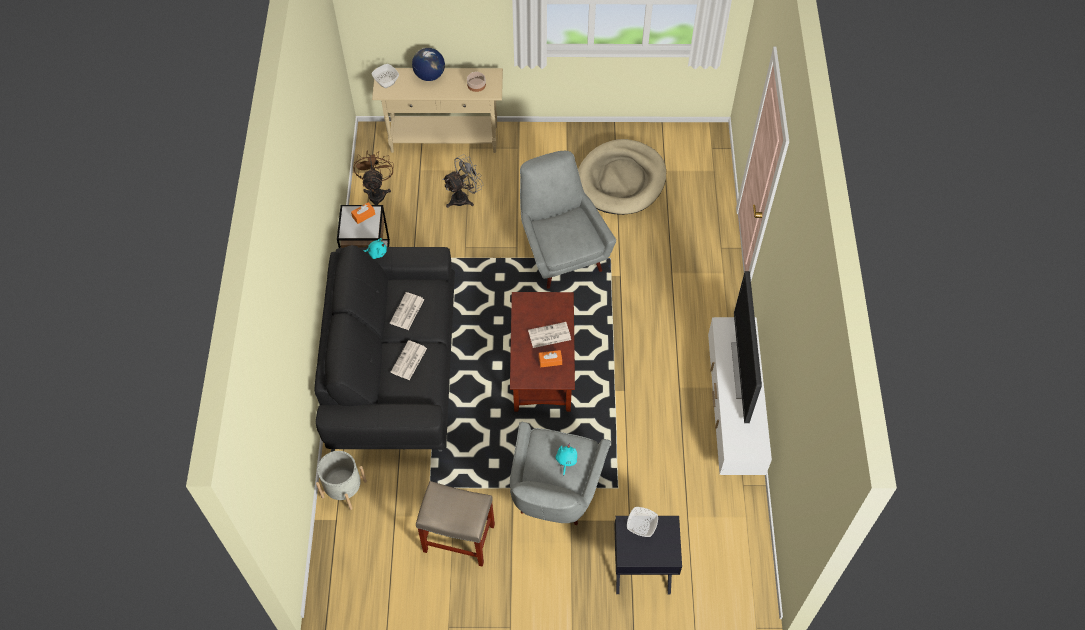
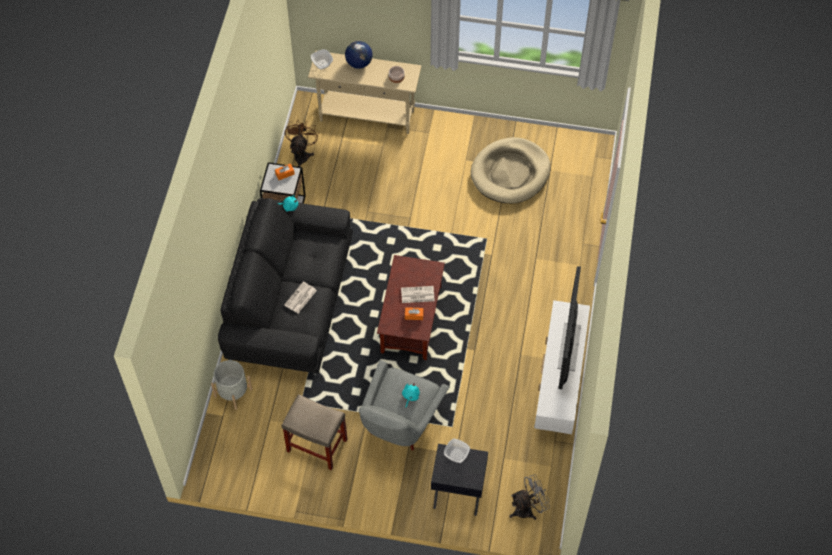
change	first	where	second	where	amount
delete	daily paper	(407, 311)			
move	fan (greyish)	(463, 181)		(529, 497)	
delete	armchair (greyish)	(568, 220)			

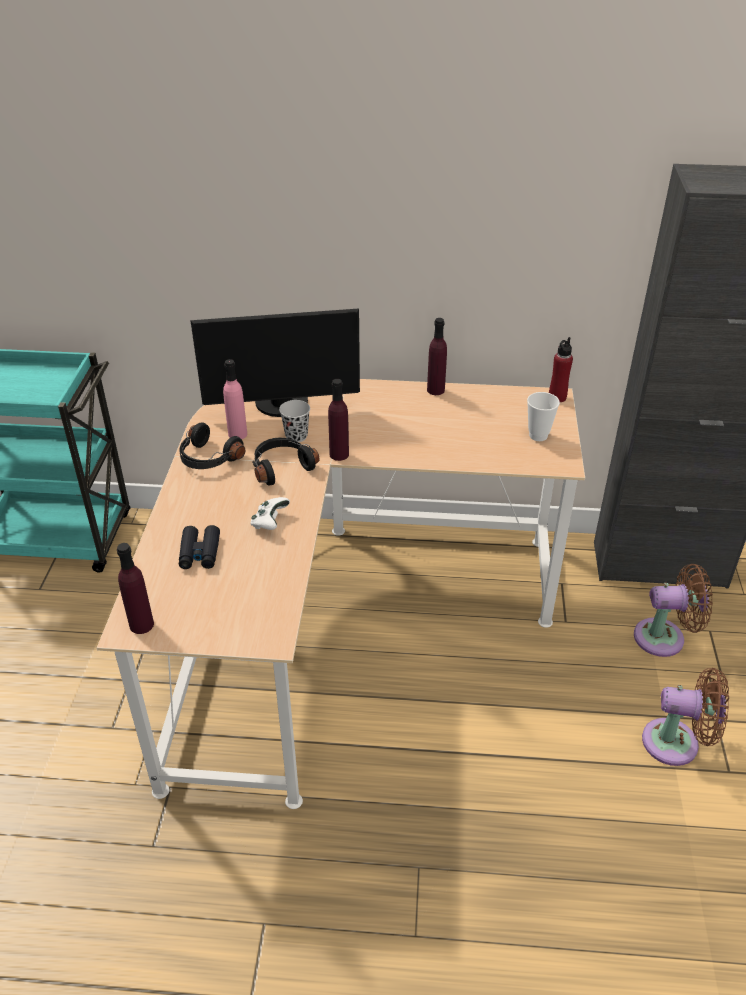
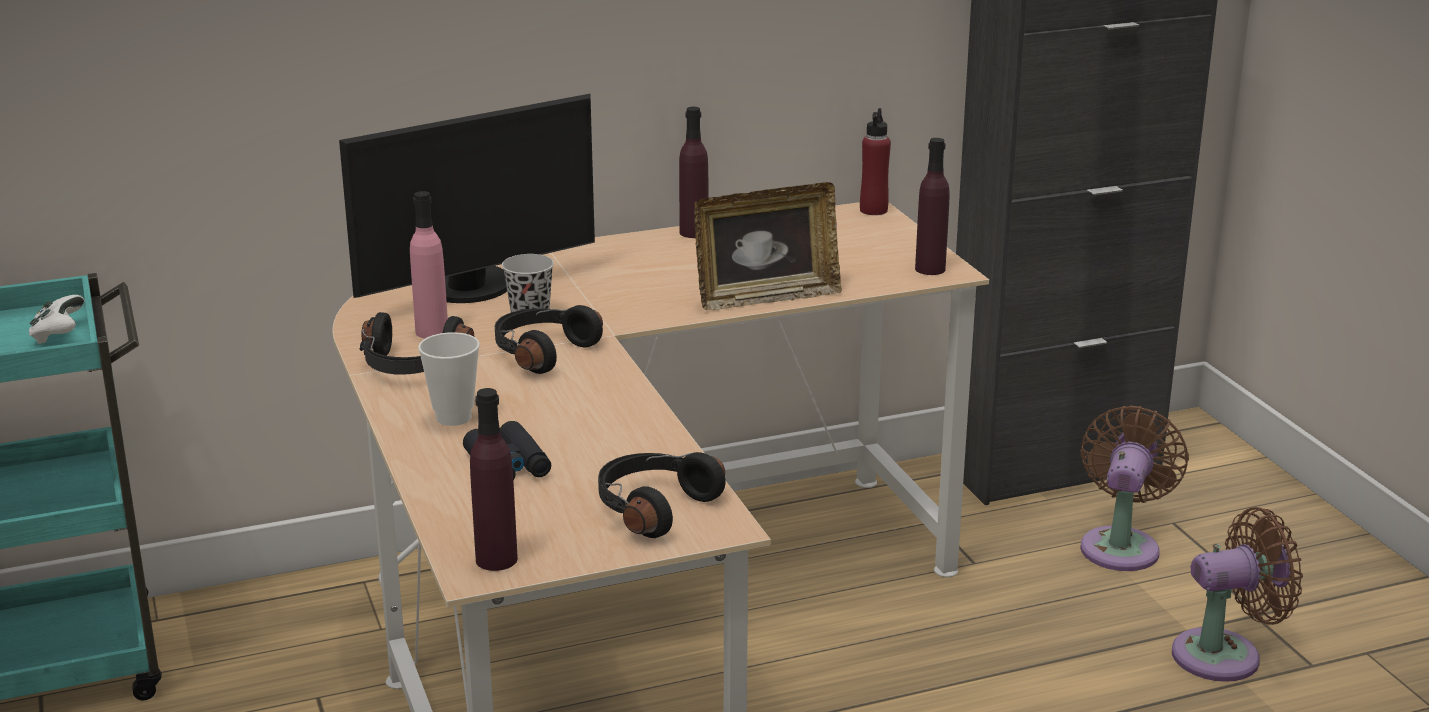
change	first	where	second	where	amount
move	gamepad (white)	(270, 513)		(56, 319)	
move	bottle (purple)	(338, 420)		(932, 206)	
move	drinking cup	(543, 416)		(449, 379)	
rotate	fan (brown)	(673, 610)		(1134, 488)	45 degrees counterclockwise
insert			pair of headphones (black)	(661, 495)	
insert			picture frame	(768, 246)	

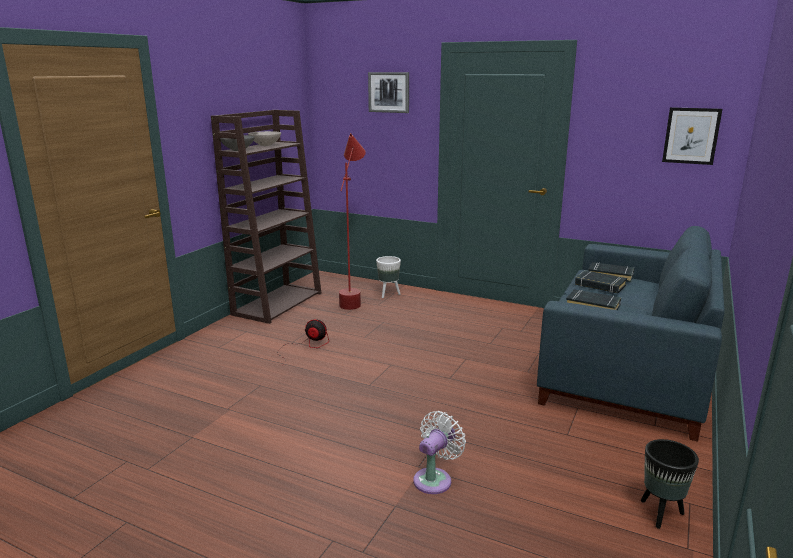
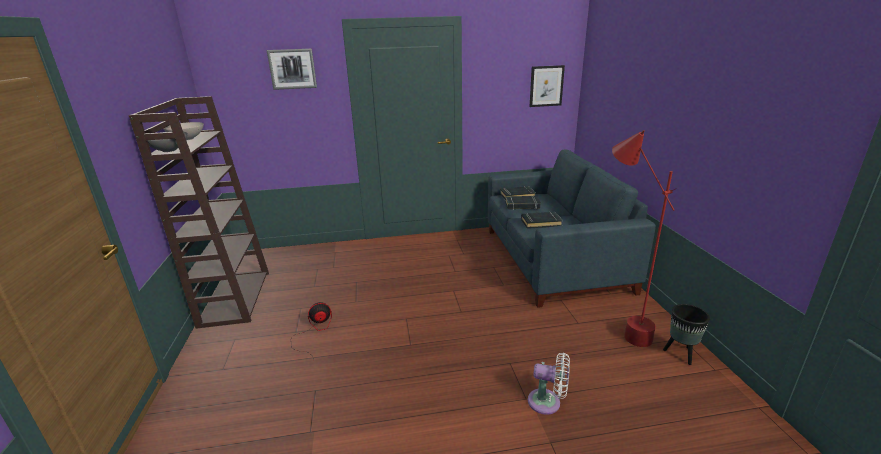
change	first	where	second	where	amount
move	floor lamp (red)	(352, 221)		(644, 238)	
delete	plant pot (white)	(388, 277)			
rotate	fan (white)	(439, 452)		(549, 384)	105 degrees clockwise

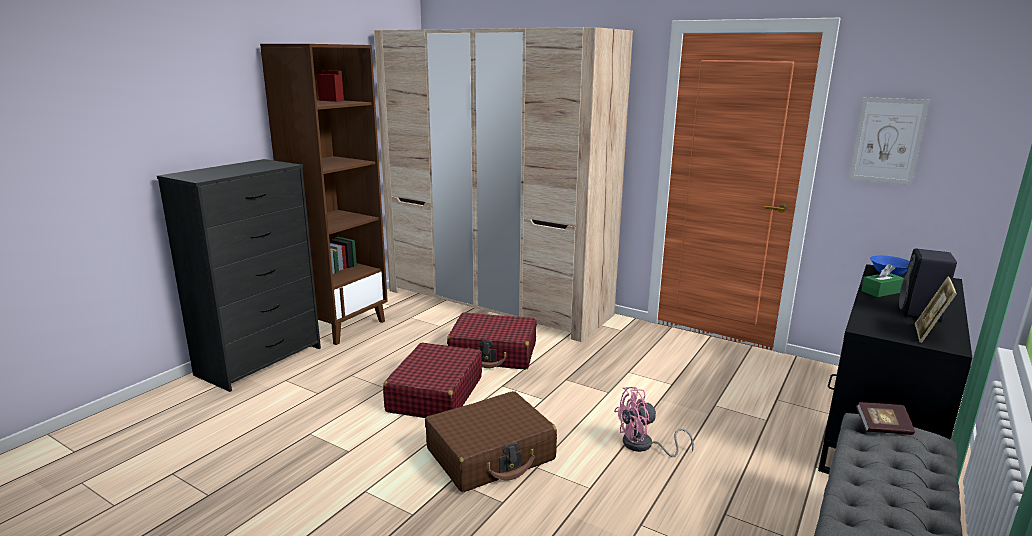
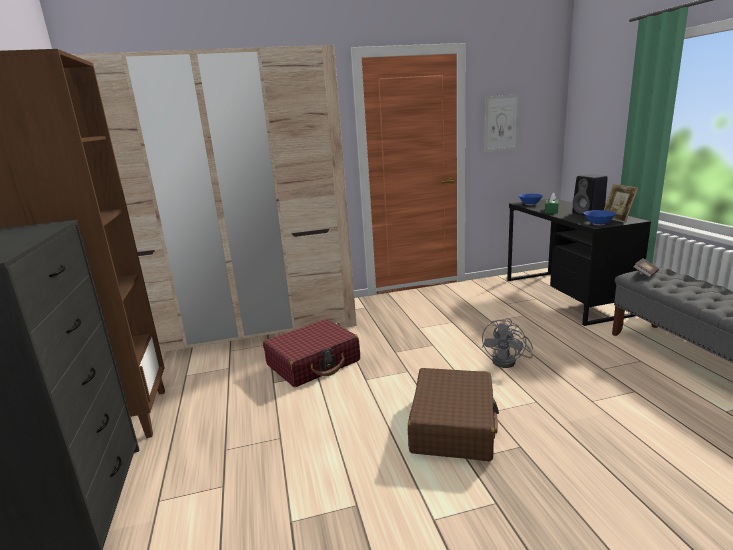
change	first	where	second	where	amount
delete	travel case (red)	(432, 380)			
recolor	fan (pinkish)	(654, 422)	fan (greyish)	(507, 343)	
insert			bowl (blue)	(599, 217)	

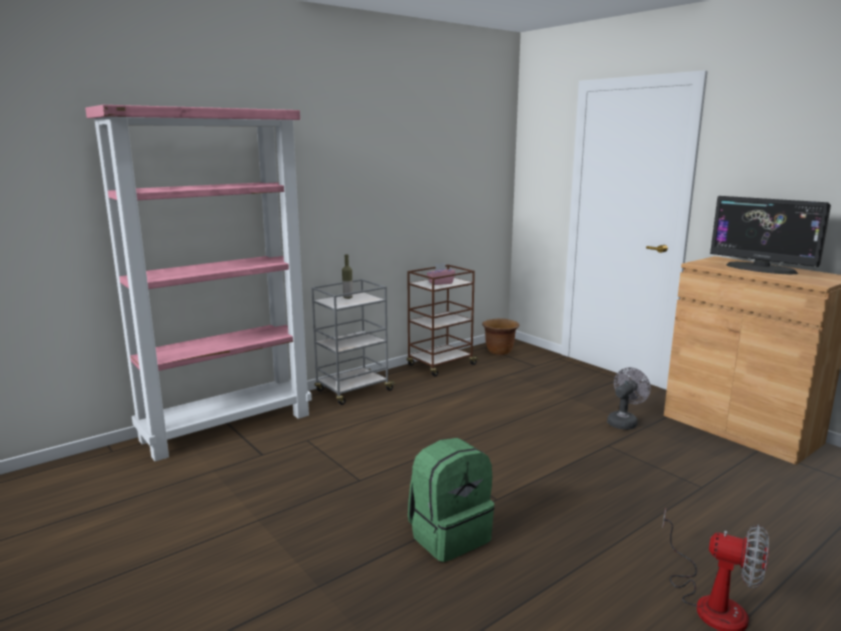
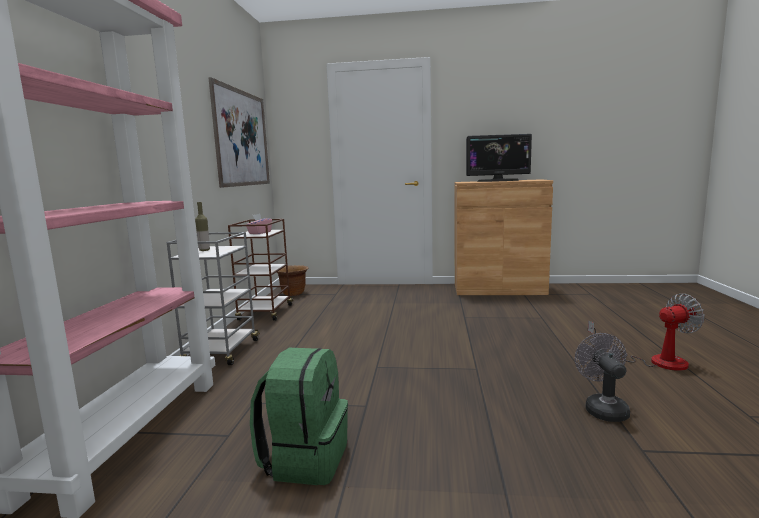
change	first	where	second	where	amount
move	backpack (green-coloured)	(451, 500)		(299, 416)	
move	fan (greyish)	(629, 398)		(602, 377)	
insert			wall picture	(239, 132)	

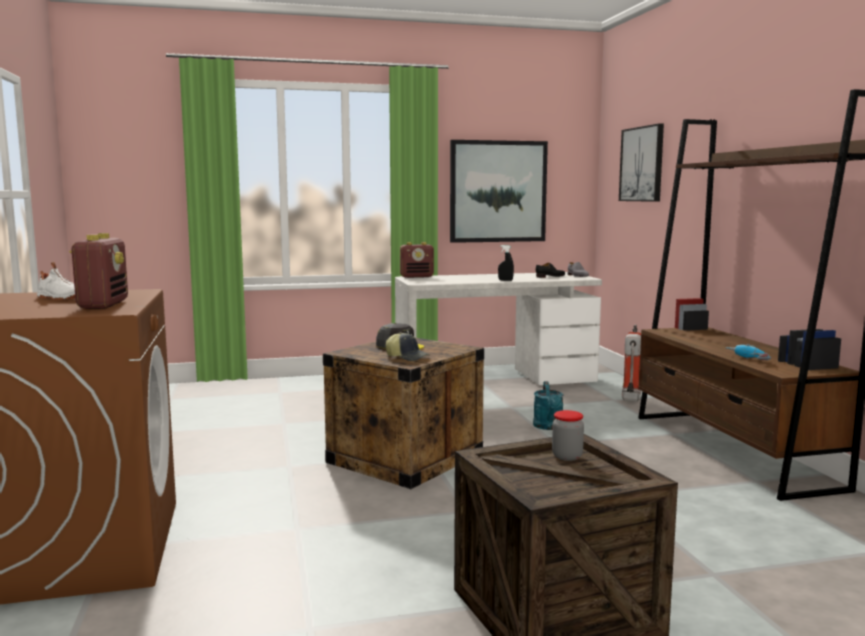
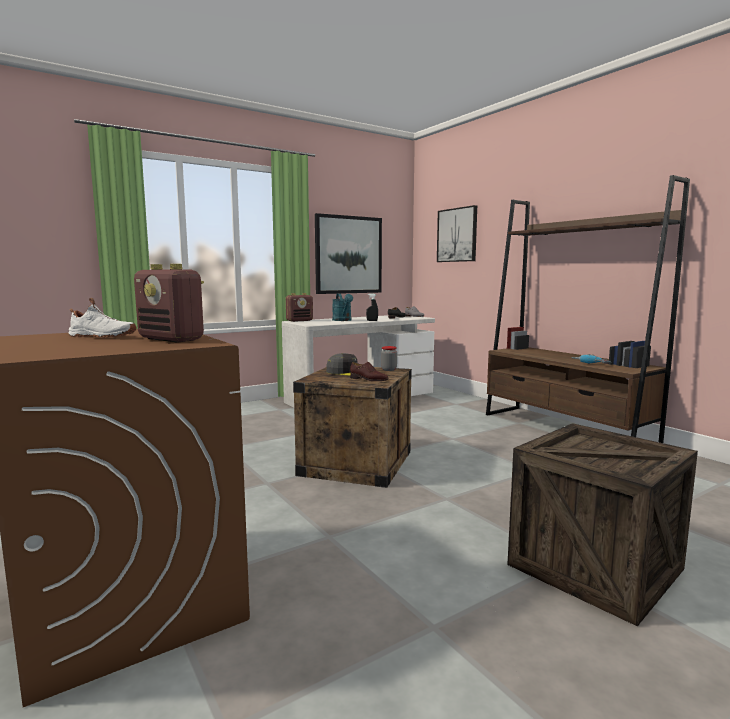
change	first	where	second	where	amount
rotate	radio receiver	(98, 271)		(169, 303)	150 degrees clockwise
replace	cap	(408, 346)	low shoe (brown)	(369, 371)	
move	watering can (blue-green)	(548, 405)		(342, 307)	
move	preserve jar	(568, 435)		(389, 358)	
delete	fire-fighting cylinder	(632, 363)			

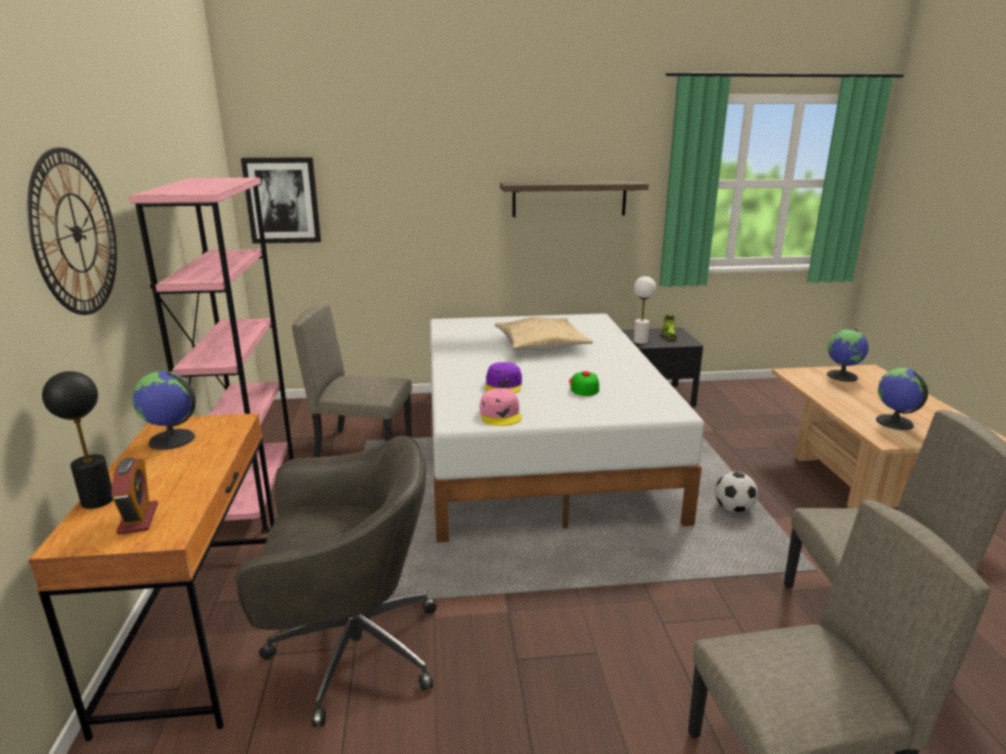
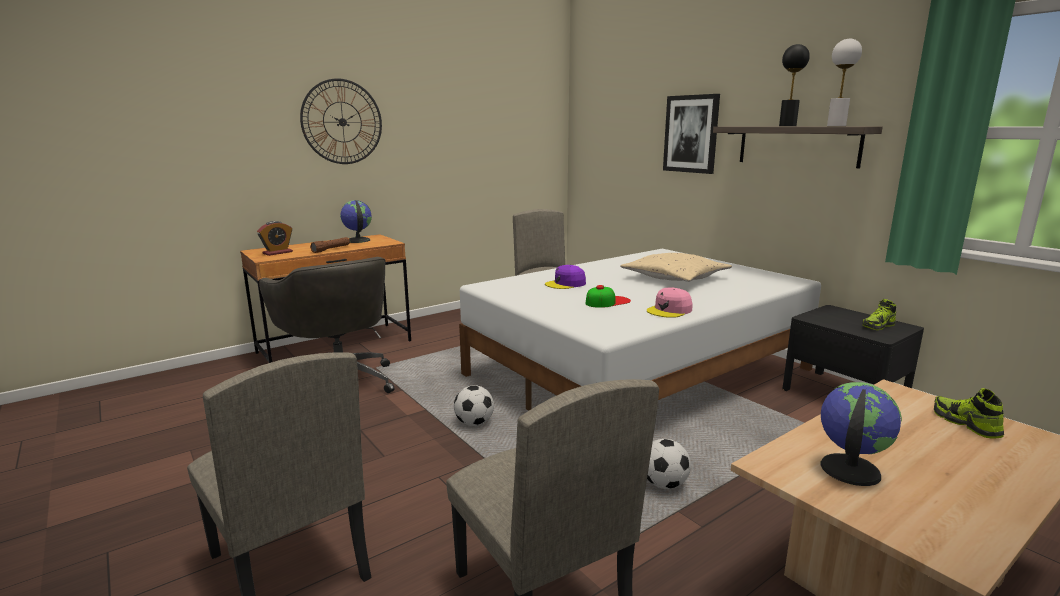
change	first	where	second	where	amount
move	lamp for a table (black)	(77, 440)		(794, 85)	
delete	shelving unit (pinkish)	(211, 355)			
move	wall picture	(281, 200)		(691, 134)	
move	cap (pinkish)	(501, 407)		(669, 303)	
move	lamp for a table (white)	(645, 310)		(844, 82)	
replace	globe	(848, 355)	low shoe	(969, 413)	
insert			torch (brown)	(330, 245)	
insert			football ball	(474, 405)	

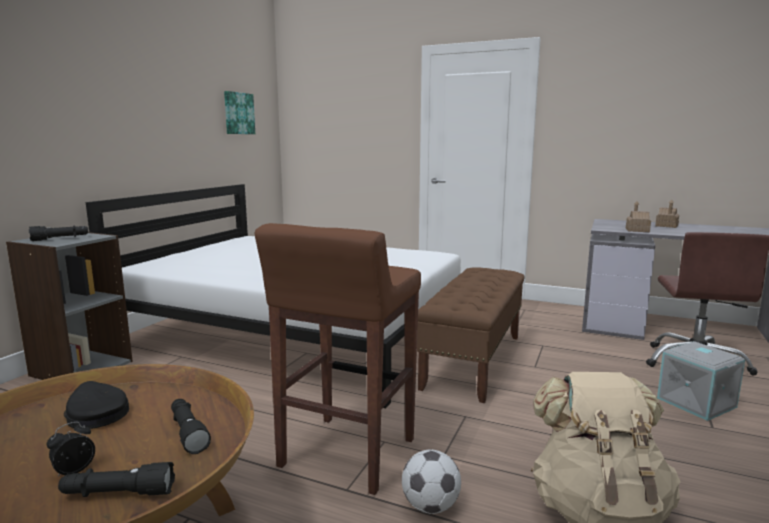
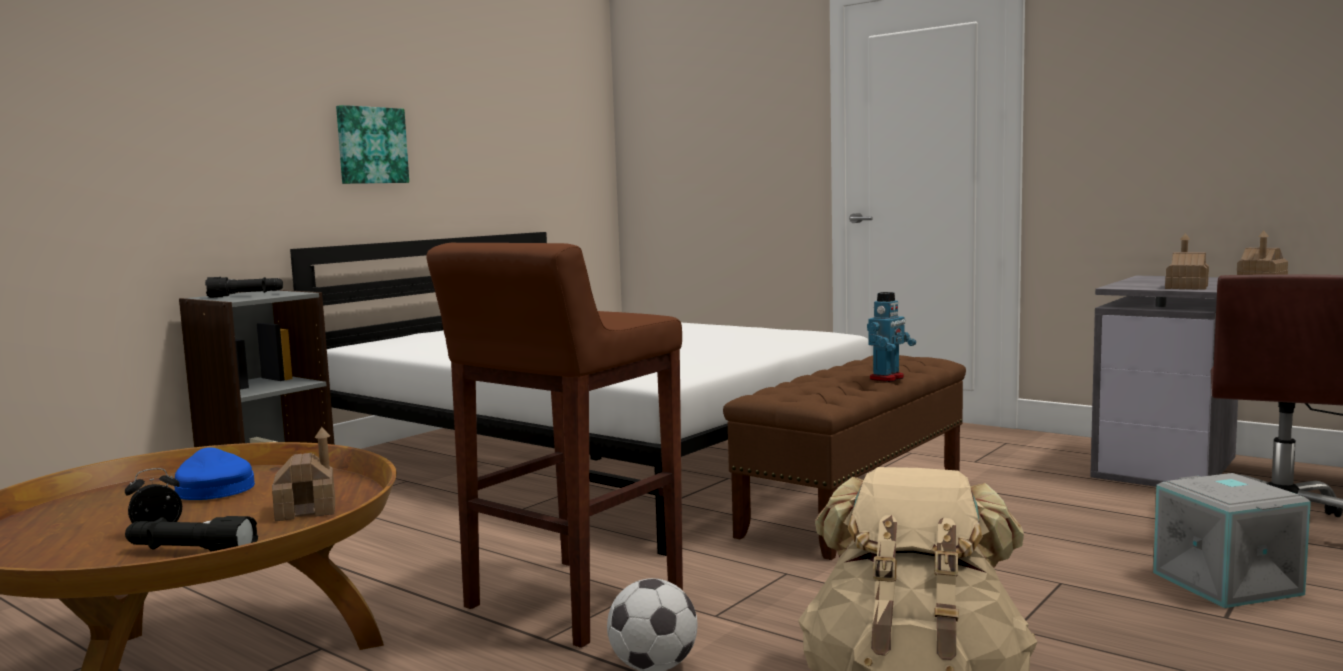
change	first	where	second	where	amount
recolor	cap (black)	(96, 405)	cap (blue)	(214, 473)	
replace	torch (black)	(191, 426)	toy house	(303, 474)	
move	wall picture	(239, 112)		(372, 144)	
insert			toy robot	(891, 337)	

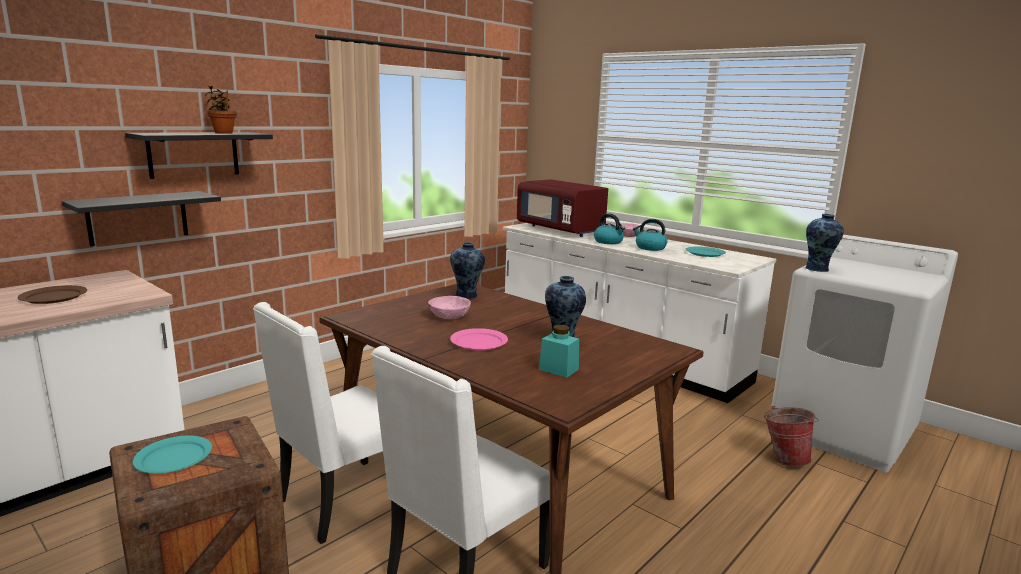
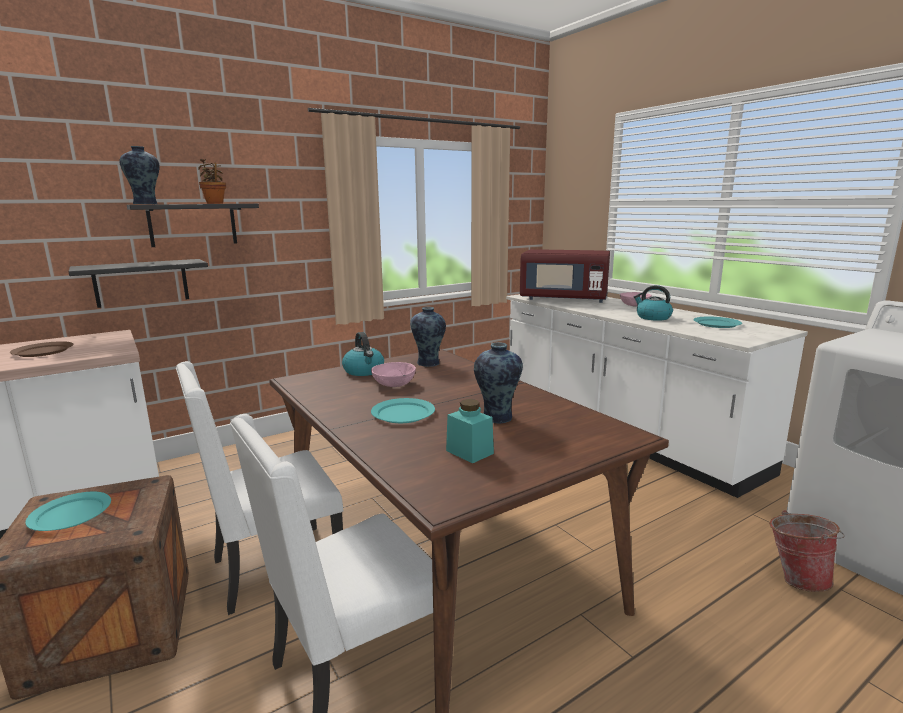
change	first	where	second	where	amount
recolor	flat dish (pinkish)	(479, 339)	flat dish (blue-green)	(403, 410)	
rotate	microwave (red)	(562, 208)		(565, 276)	45 degrees counterclockwise
move	tea kettle	(609, 229)		(363, 354)	
move	flower vase	(824, 243)		(139, 175)	

